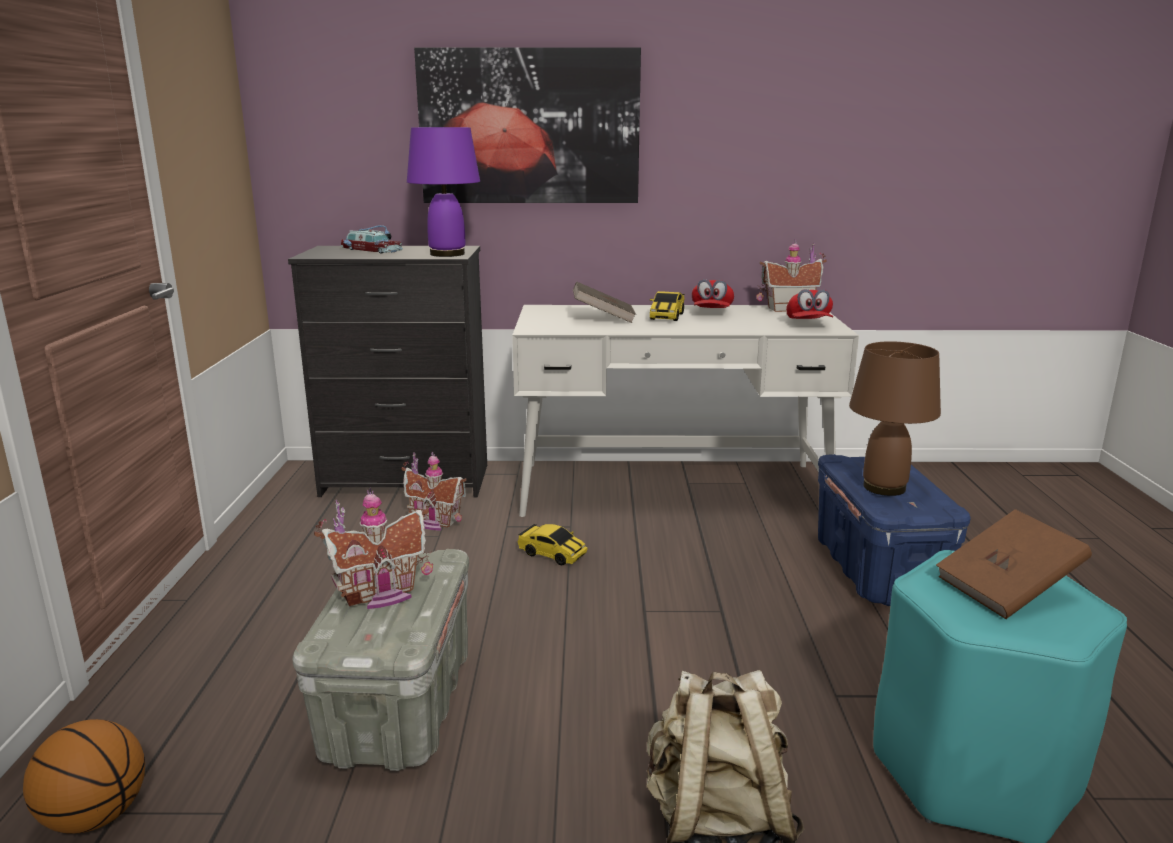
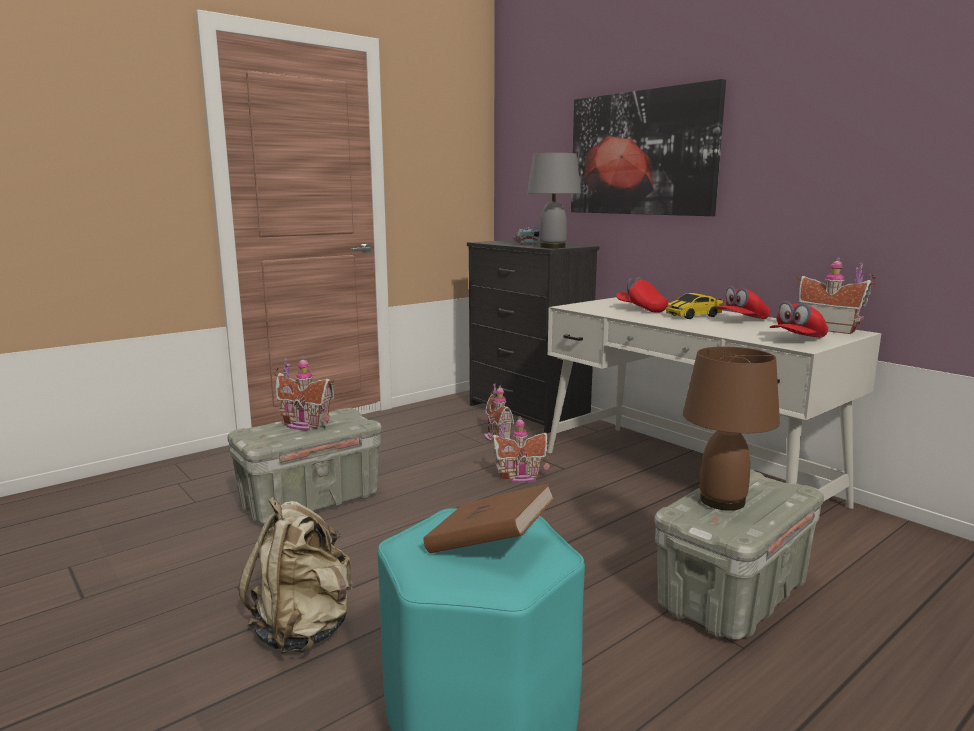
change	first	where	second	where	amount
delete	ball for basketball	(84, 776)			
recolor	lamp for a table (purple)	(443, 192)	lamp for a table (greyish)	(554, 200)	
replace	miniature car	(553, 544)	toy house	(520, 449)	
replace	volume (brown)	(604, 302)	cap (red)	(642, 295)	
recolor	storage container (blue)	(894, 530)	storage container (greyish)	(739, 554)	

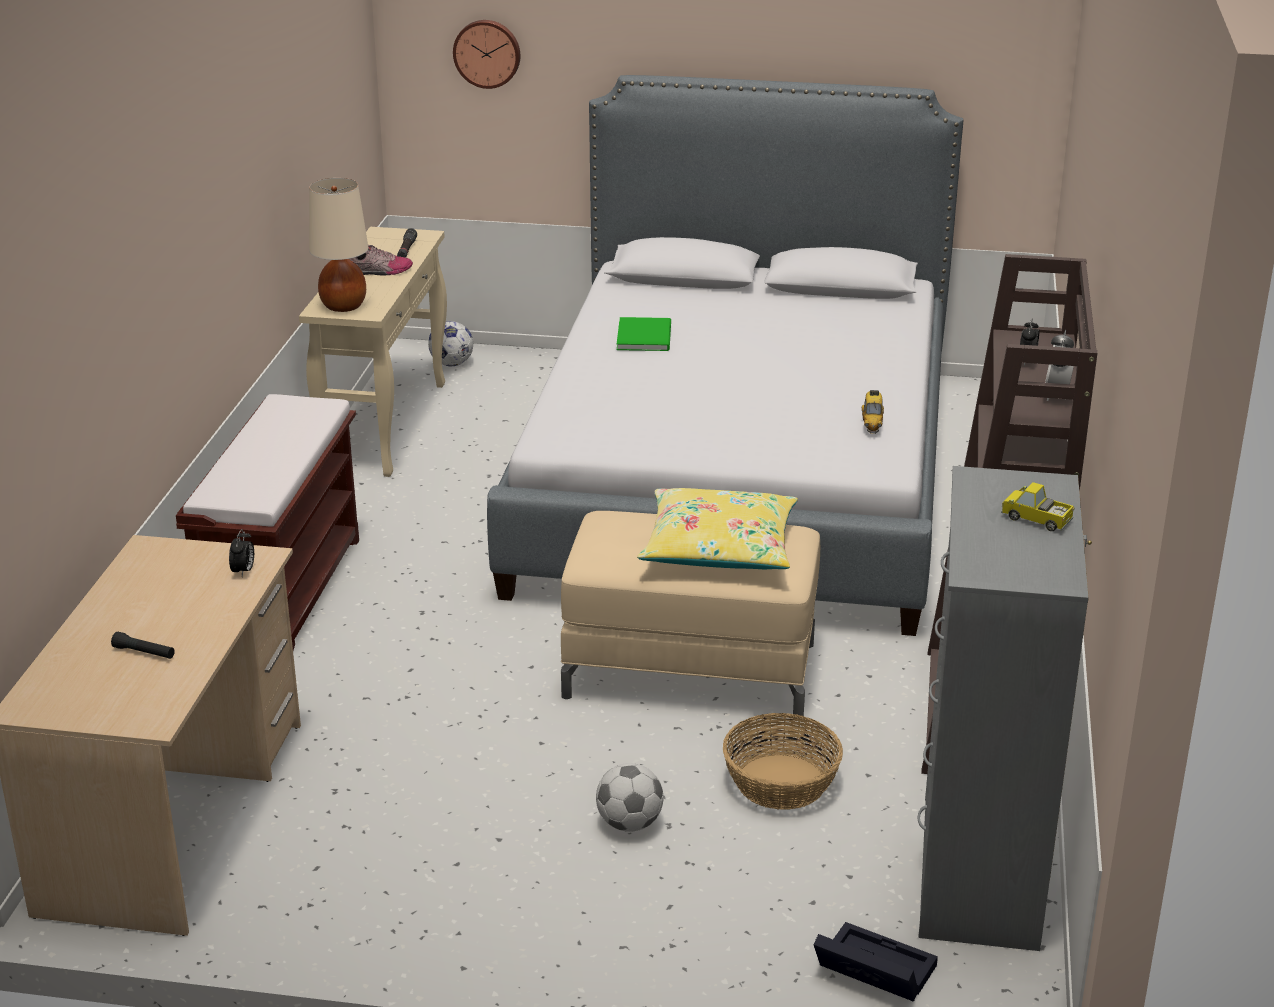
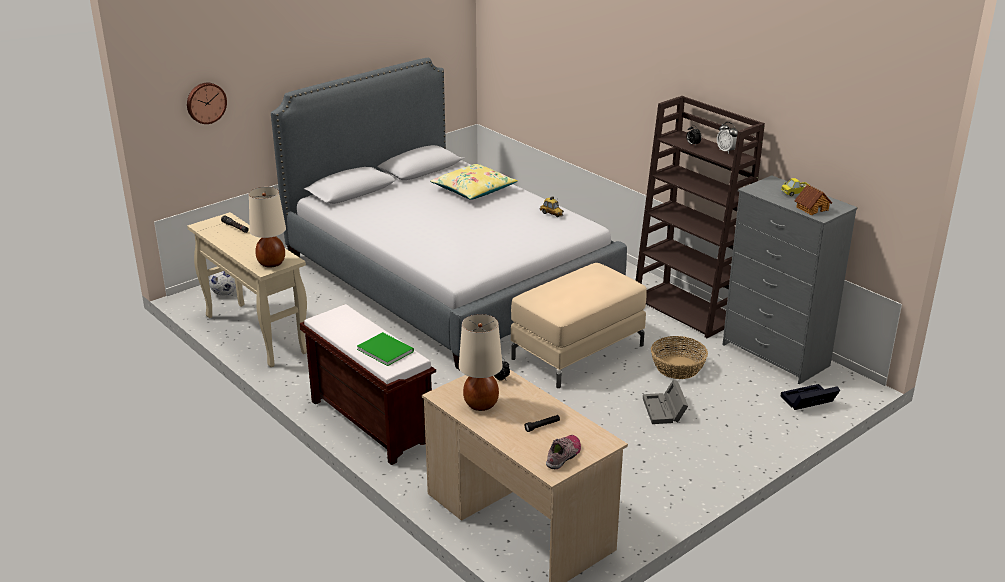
change	first	where	second	where	amount
move	low shoe	(381, 260)		(563, 452)	
replace	football ball	(630, 797)	storage container (greyish)	(665, 402)	
move	volume (green-coloured)	(644, 334)		(385, 349)	
move	cushion (yellowish)	(717, 528)		(474, 182)	
insert			lamp for a table (beige)	(481, 362)	
insert			toy house	(813, 199)	

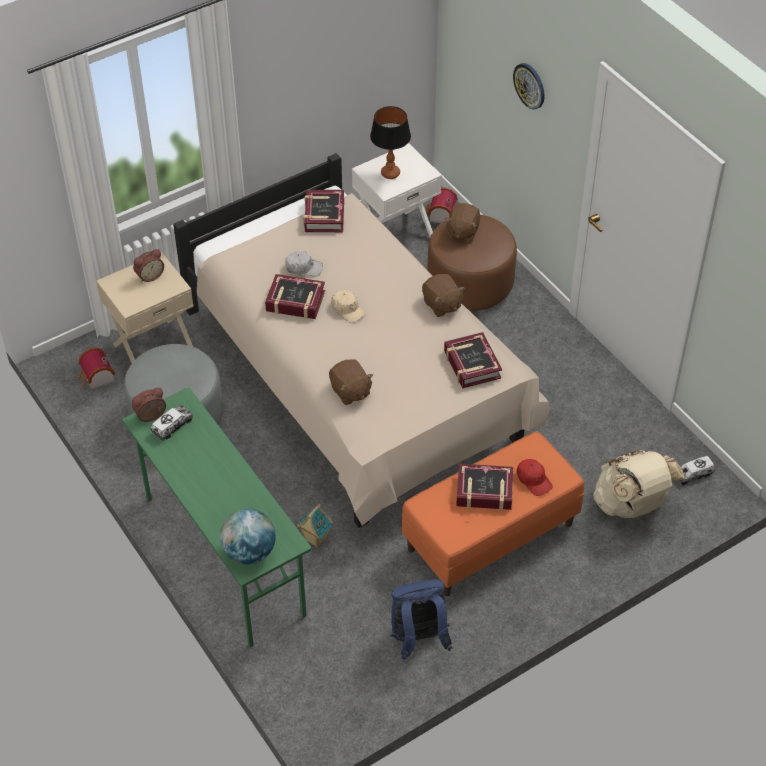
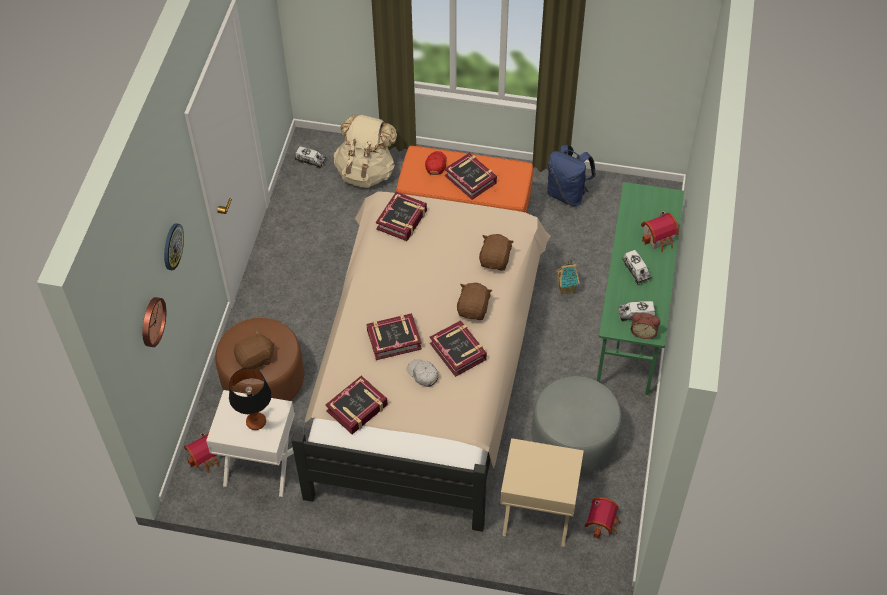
change	first	where	second	where	amount
delete	table clock	(148, 266)			
delete	globe	(248, 536)			
delete	cap (beige)	(348, 306)			
move	soft toy (brown)	(443, 295)		(474, 301)	
insert			clock on the wall	(154, 322)	
insert			volume	(394, 336)	
insert			toy lorry	(636, 267)	
insert			toy house	(660, 231)	

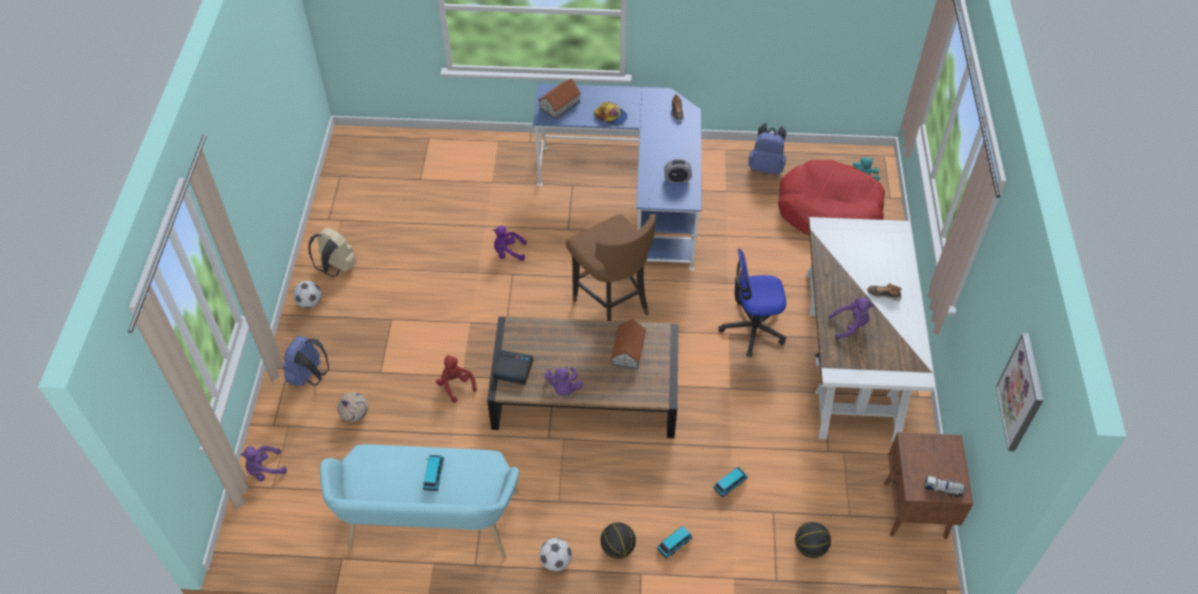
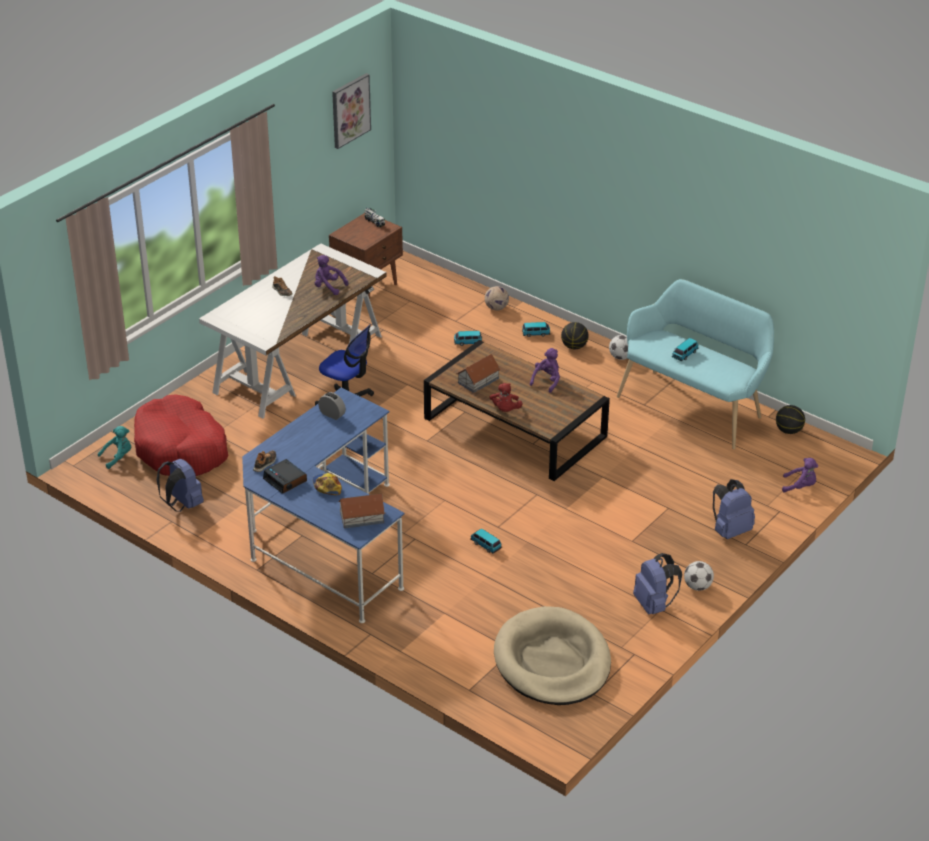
change	first	where	second	where	amount
recolor	backpack (beige)	(332, 252)	backpack (blue)	(657, 583)	
move	football ball	(352, 407)		(497, 298)	
move	soft toy (red)	(456, 379)		(506, 397)	
replace	soft toy (purple)	(509, 243)	miniature car	(486, 541)	
move	table clock	(513, 367)		(285, 476)	
delete	stool (brown)	(611, 267)			
move	ball for basketball	(813, 540)		(790, 419)	
insert			dog cushion (beige)	(552, 655)	

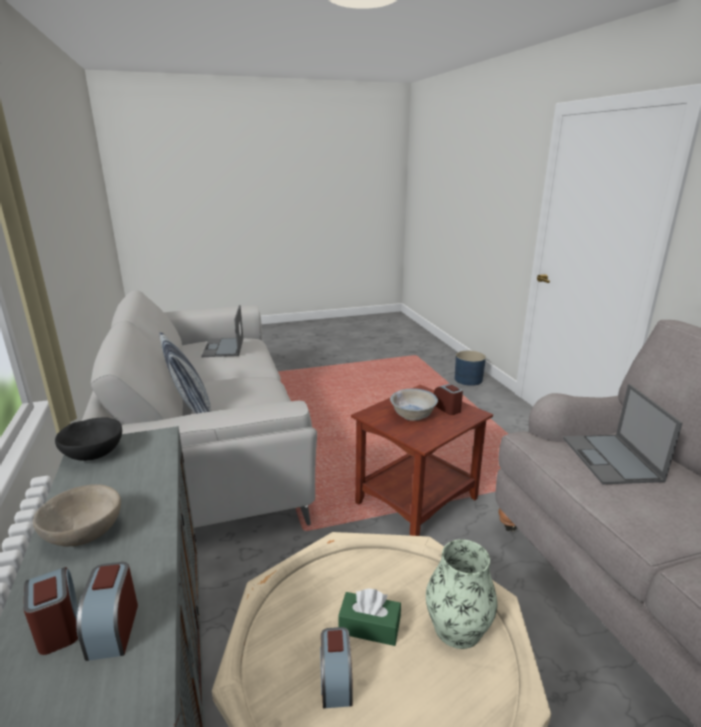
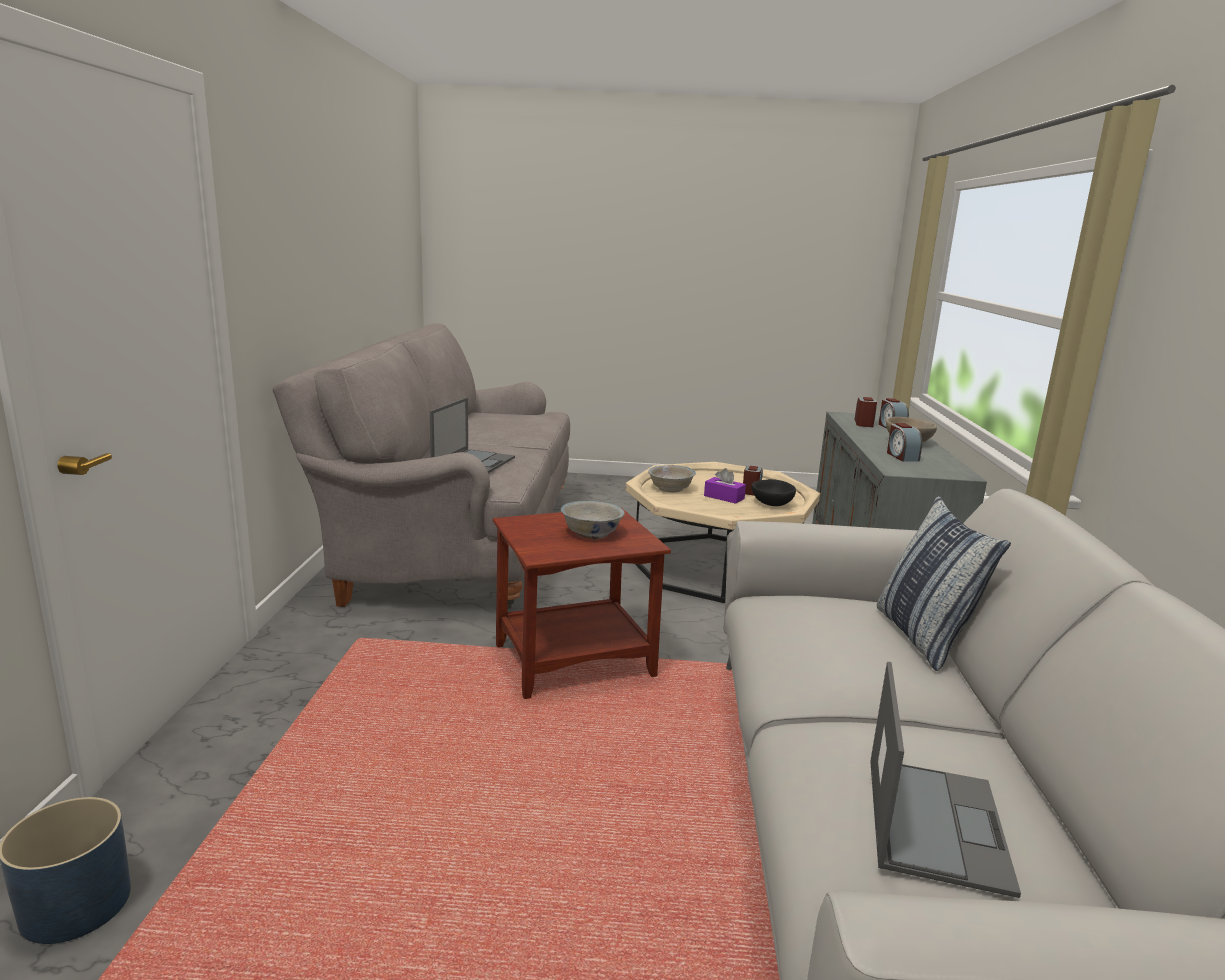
change	first	where	second	where	amount
move	bowl (black)	(88, 439)		(773, 492)	
recolor	box of tissues (green-coloured)	(369, 617)	box of tissues (purple)	(725, 486)	
replace	flower vase	(461, 594)	bowl (white)	(672, 478)	
move	table clock	(448, 399)		(904, 442)	

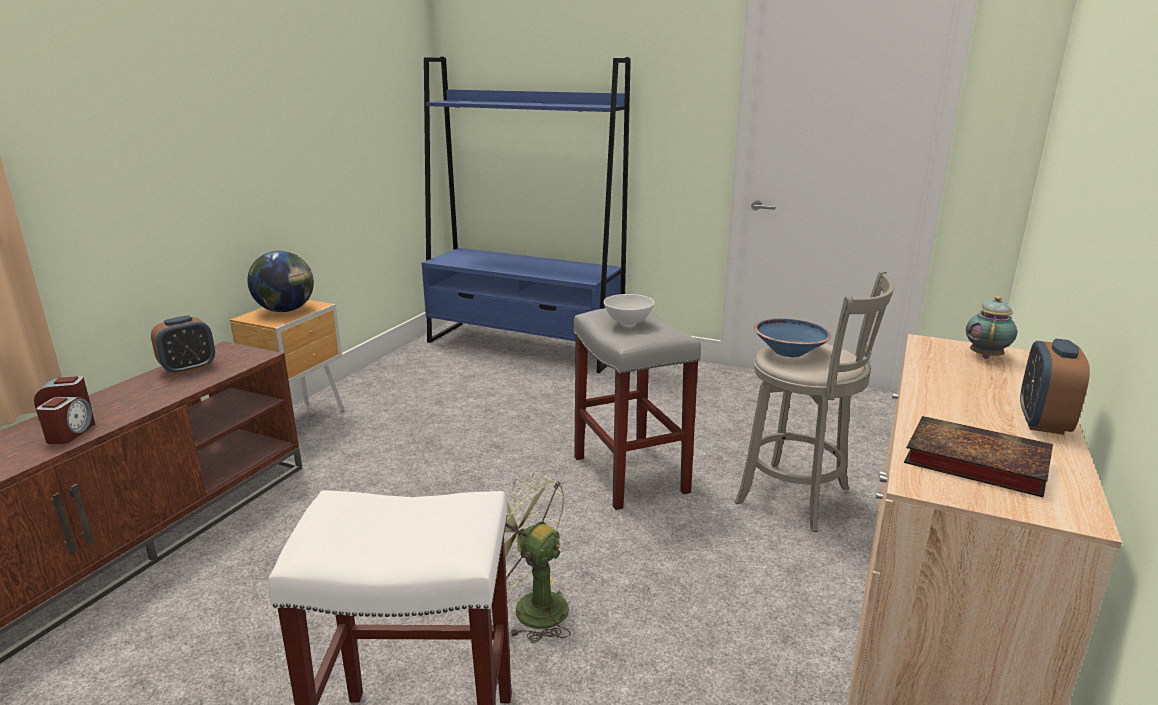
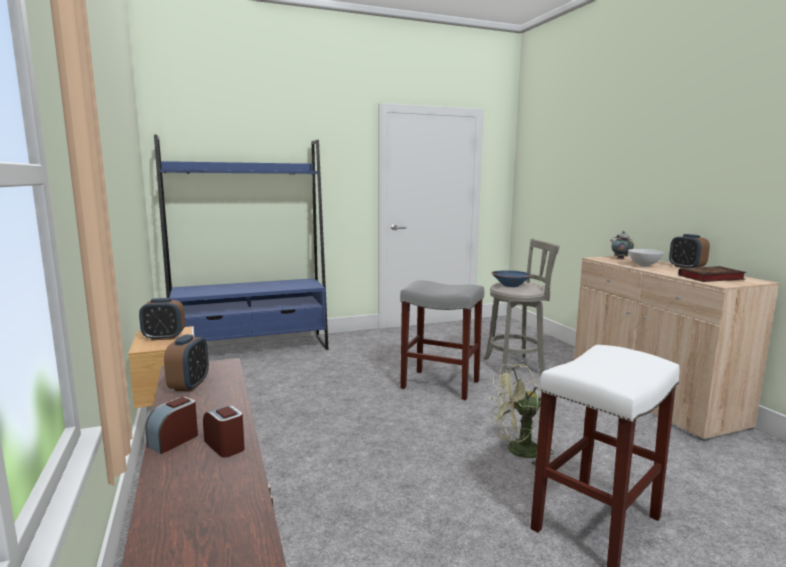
change	first	where	second	where	amount
replace	globe	(280, 281)	table clock	(162, 319)	
move	bowl (white)	(629, 310)		(646, 258)	

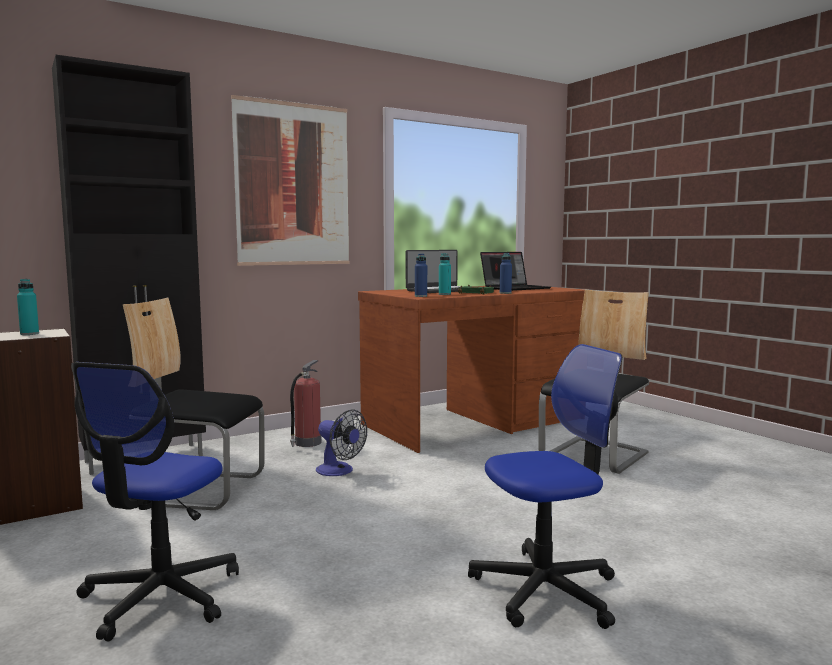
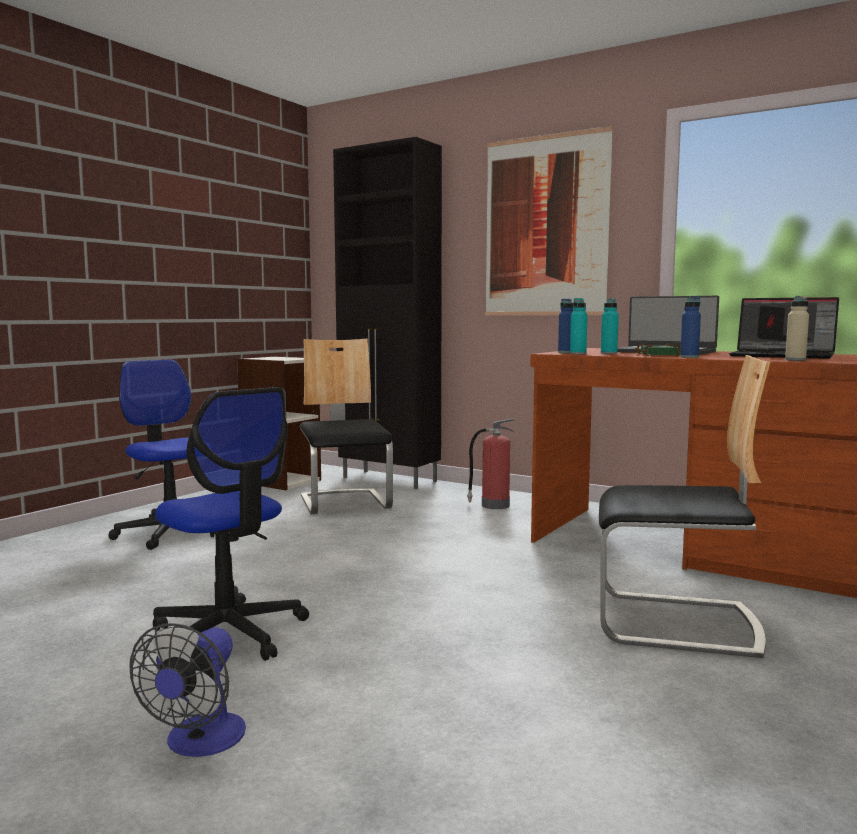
change	first	where	second	where	amount
move	bottle (blue-green)	(28, 307)		(579, 326)	
rotate	computer chair	(155, 501)		(163, 454)	60 degrees clockwise
move	fan	(341, 442)		(187, 690)	
insert			bottle (beige)	(797, 328)	

